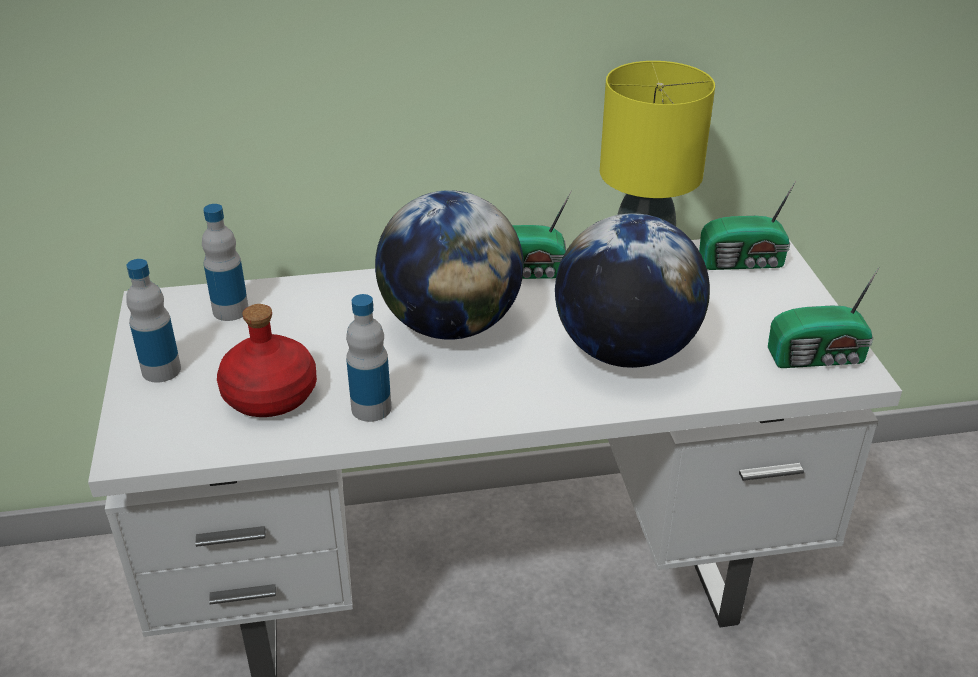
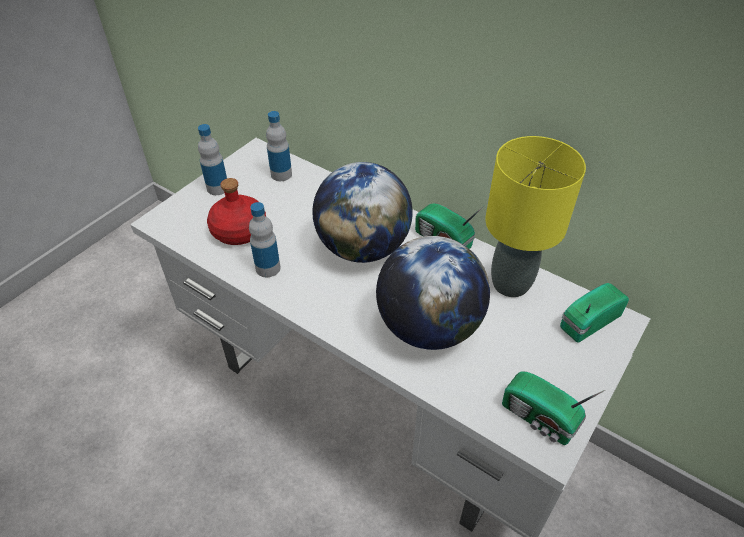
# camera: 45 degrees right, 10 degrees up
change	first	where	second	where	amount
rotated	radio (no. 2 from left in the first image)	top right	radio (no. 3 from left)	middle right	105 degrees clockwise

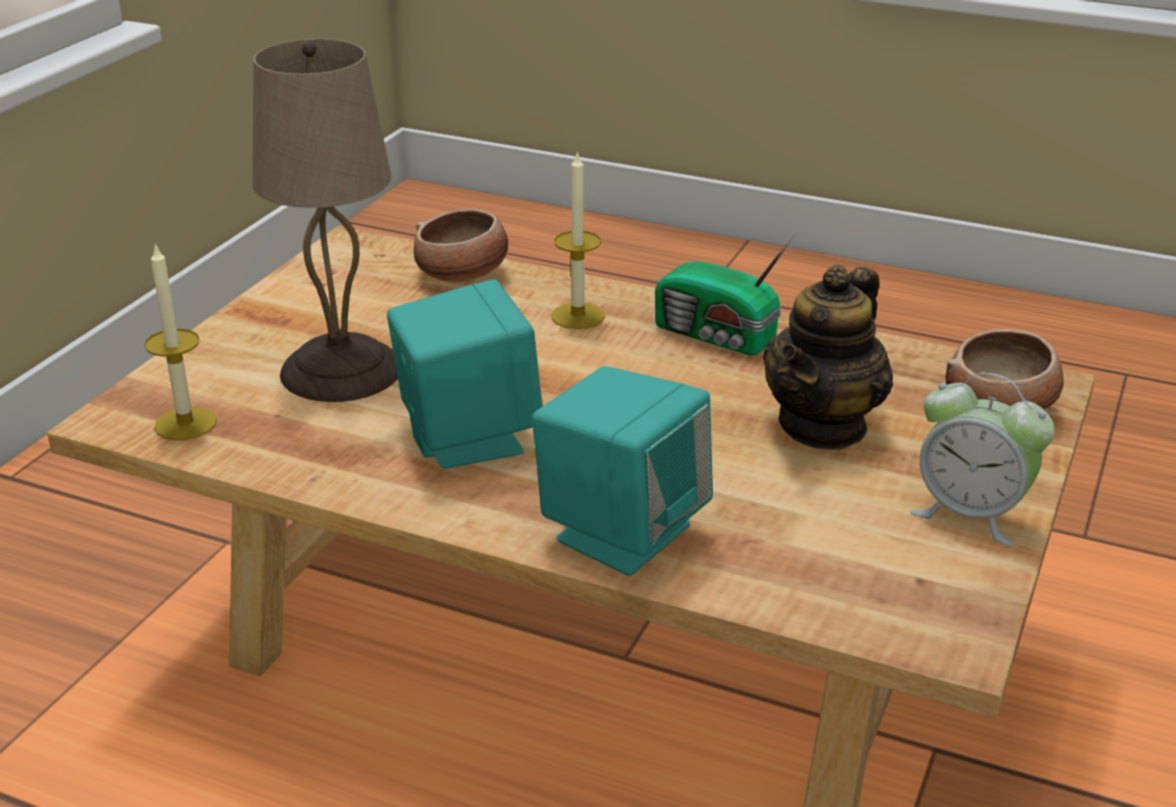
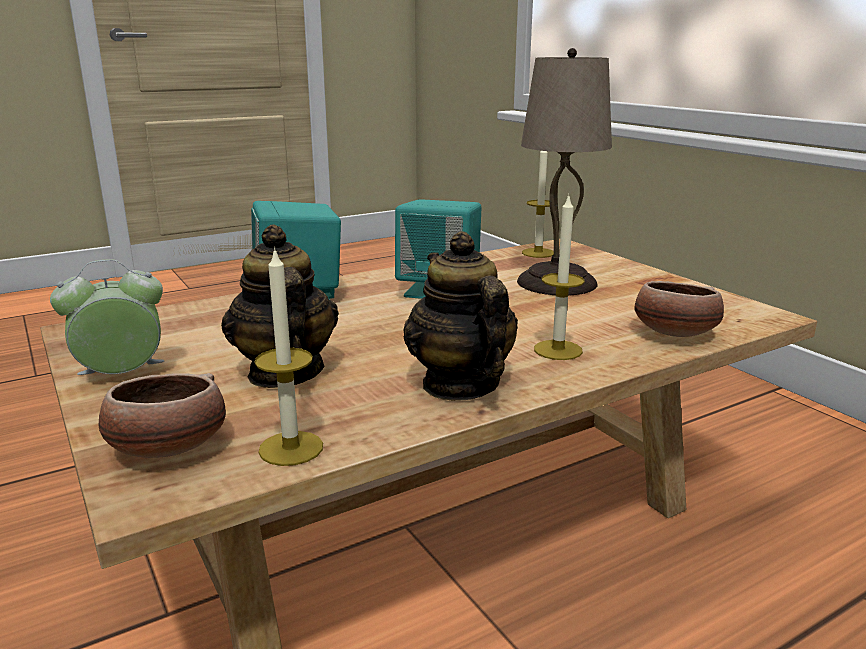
# camera: 125 degrees right, 10 degrees down
change	first	where	second	where	amount
swapped	radio	centre	teapot (no. 2 from left)	centre	
new			candle (no. 1 from left)	centre	

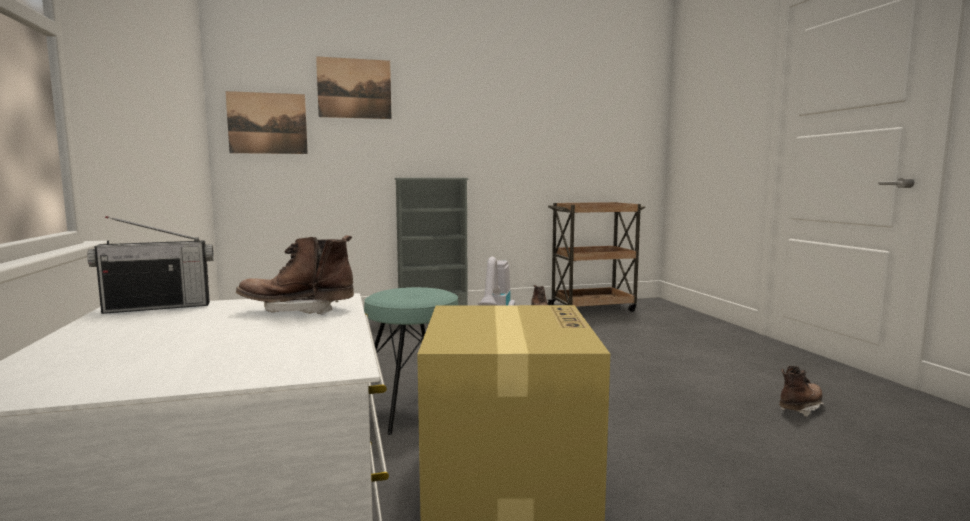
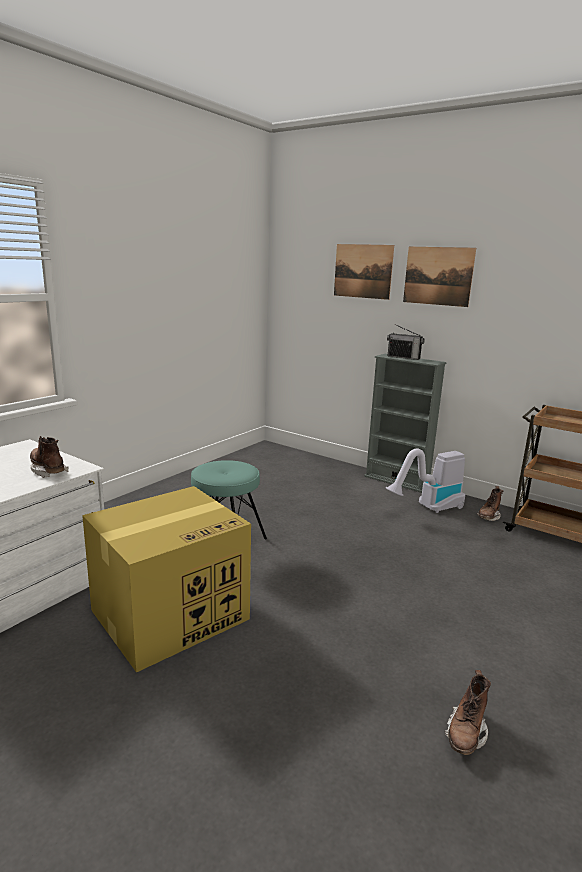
# camera: 50 degrees right, 10 degrees up
change	first	where	second	where	amount
shifted	radio	middle left		middle right	
shifted	picture (no. 1 from left in the first image)	top left	picture (no. 2 from left)	top right	
rotated	brown boot (no. 3 from left in the first image)	bottom right	brown boot (no. 2 from left)	bottom right	105 degrees clockwise

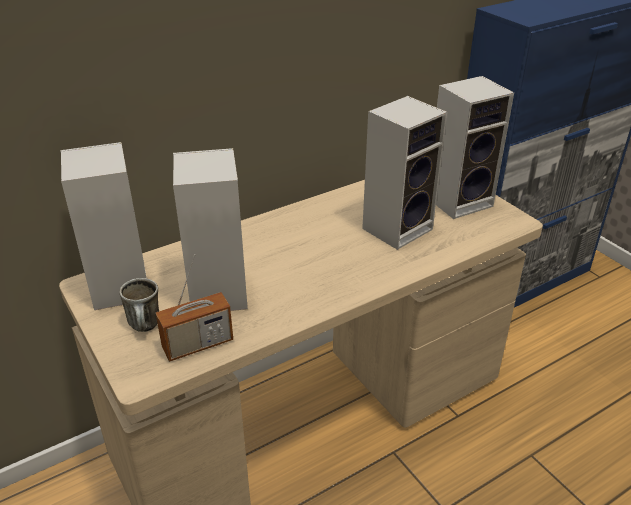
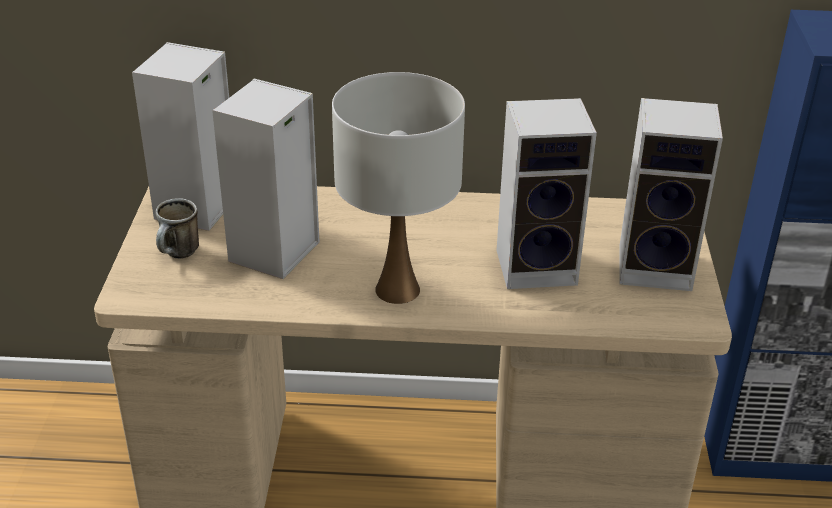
# camera: 35 degrees right, 0 degrees up
change	first	where	second	where	amount
gone	radio	middle left			
new			white table lamp	centre	

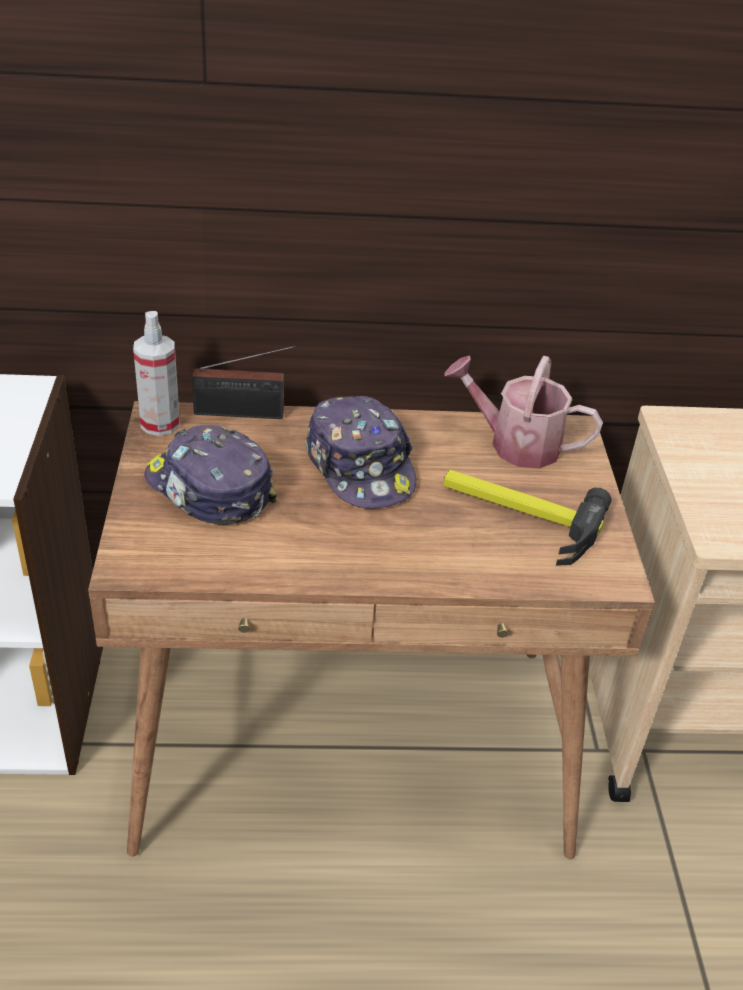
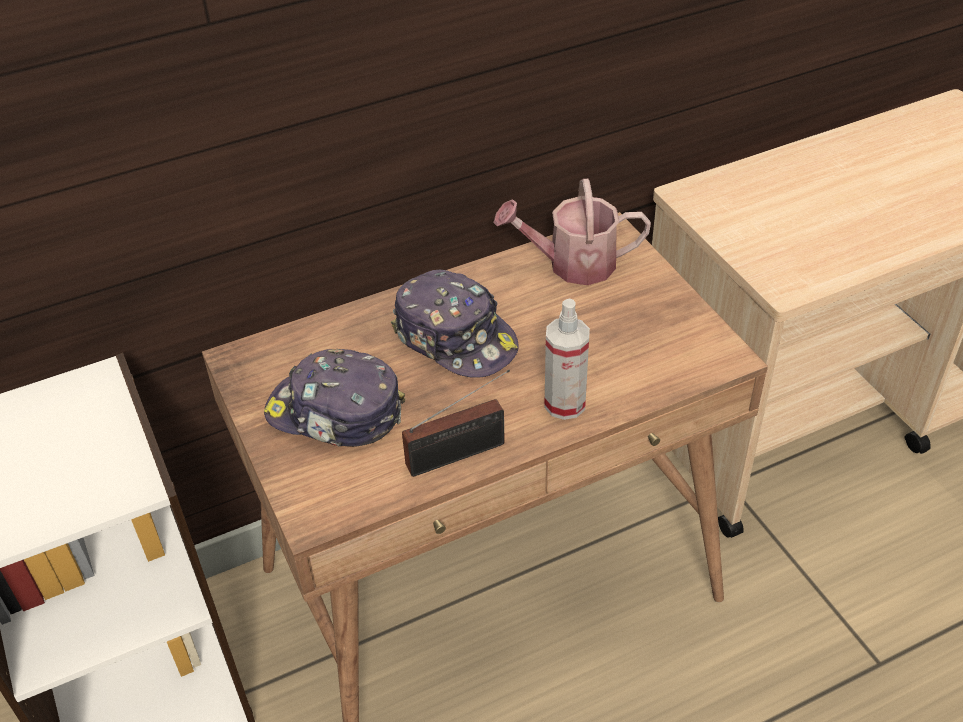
# camera: 20 degrees left, 5 degrees up
change	first	where	second	where	amount
shifted	spray bottle	middle left		centre	
shifted	radio	middle left		centre	
gone	hammer	middle right			

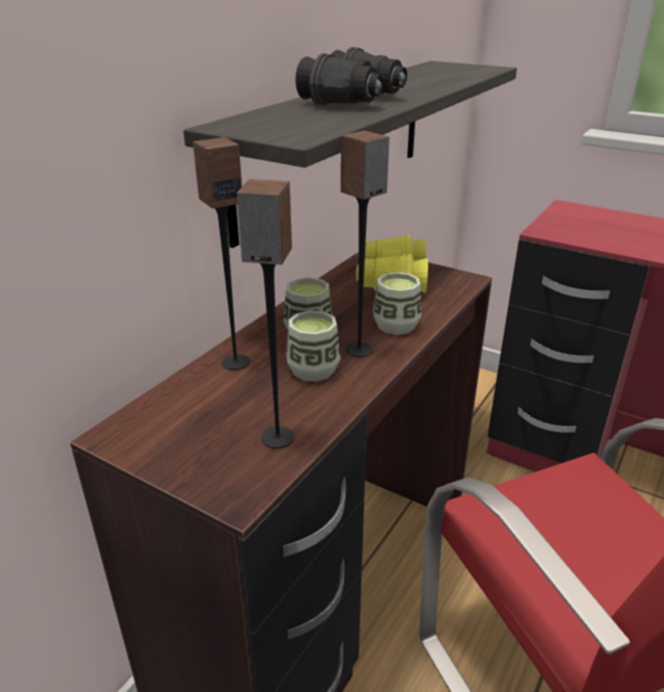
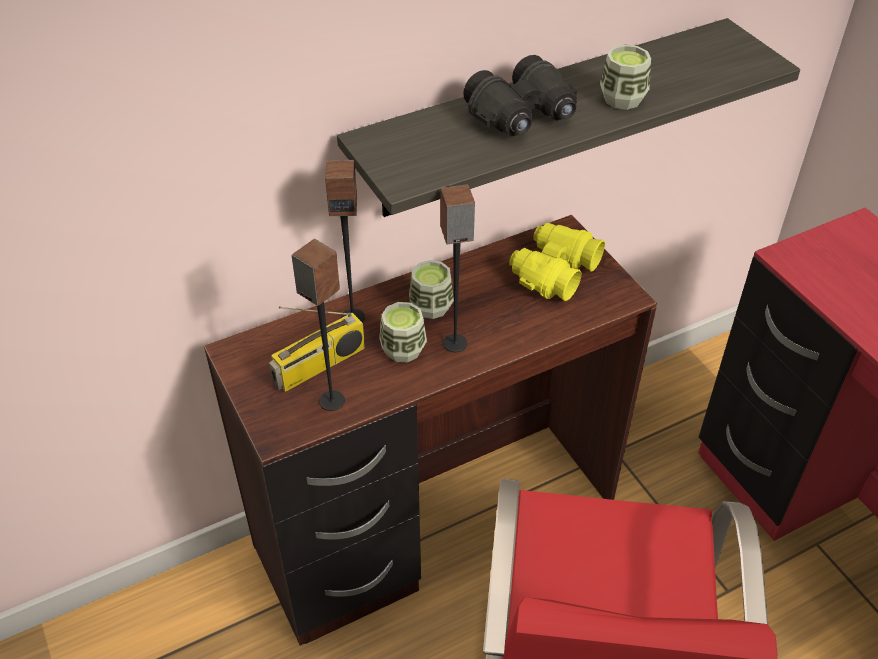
# camera: 30 degrees right, 15 degrees up
change	first	where	second	where	amount
shifted	cup (no. 3 from left)	centre		top right	
new			radio	centre	

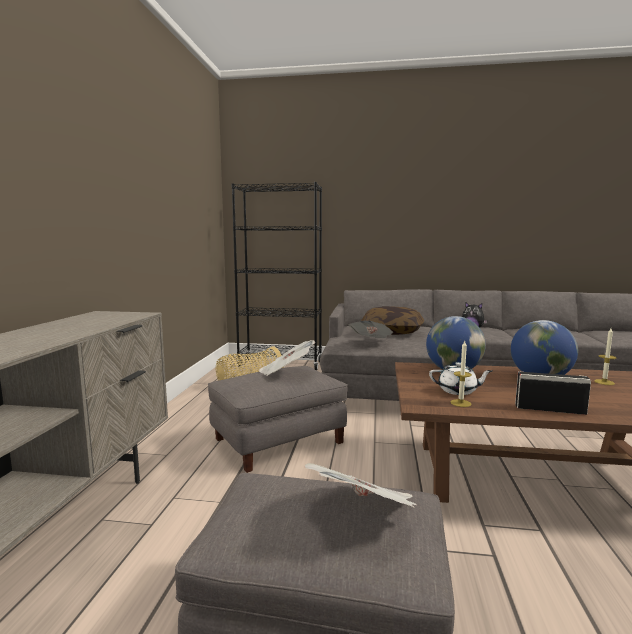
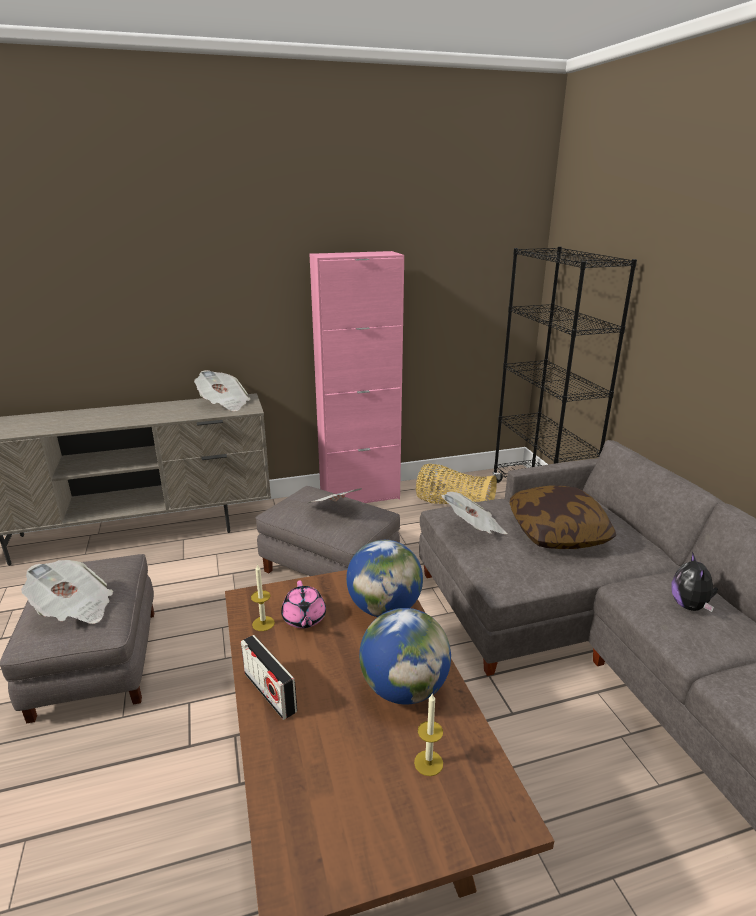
# camera: 65 degrees right, 15 degrees up
change	first	where	second	where	amount
repainted	white teapot	middle right	pink teapot	centre	
rotated	radio	middle right		bottom centre	150 degrees clockwise
new			newspaper (no. 2 from left)	middle left	
new			pink cabinet	centre	

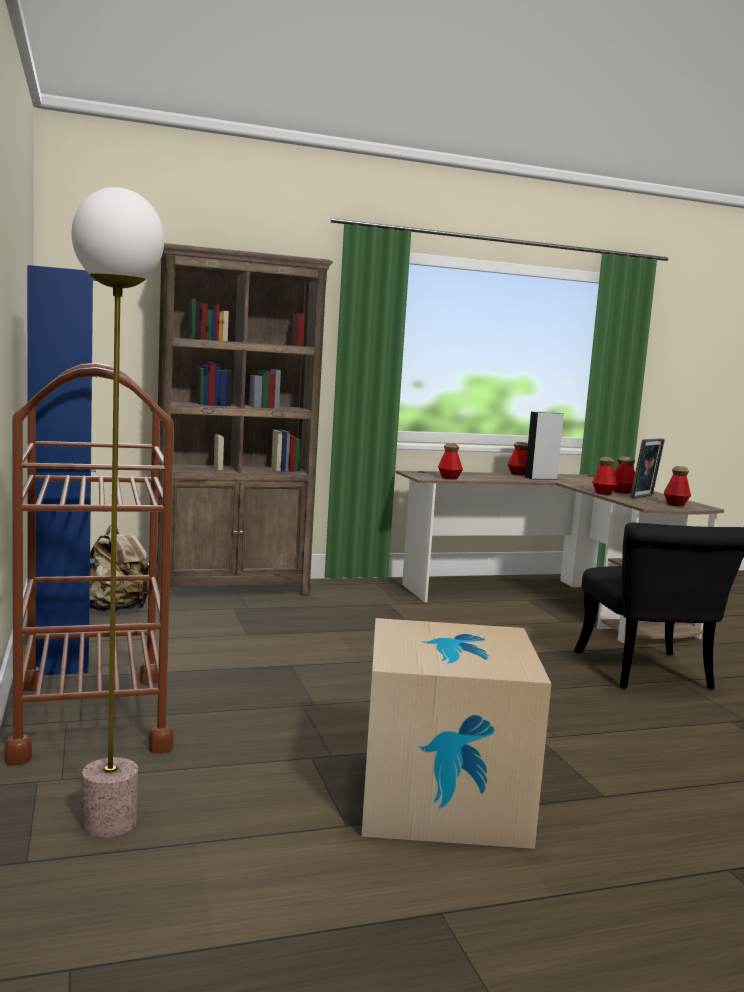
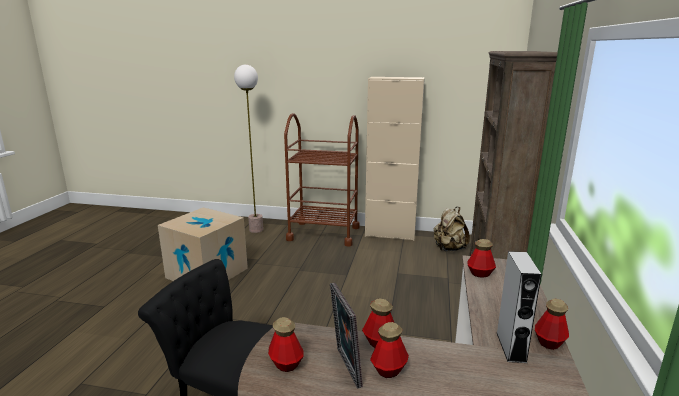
# camera: 120 degrees right, 10 degrees up
change	first	where	second	where	amount
repainted	blue cabinet	middle left	beige cabinet	centre	

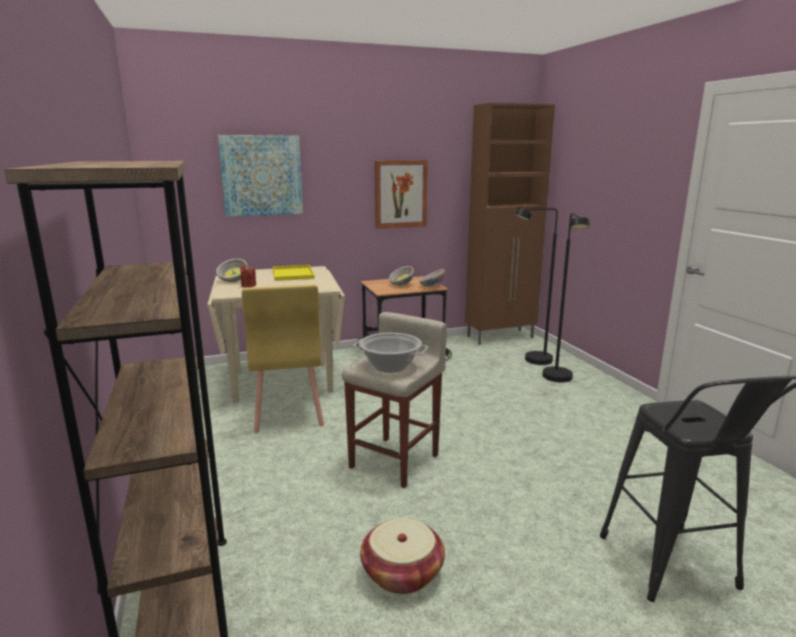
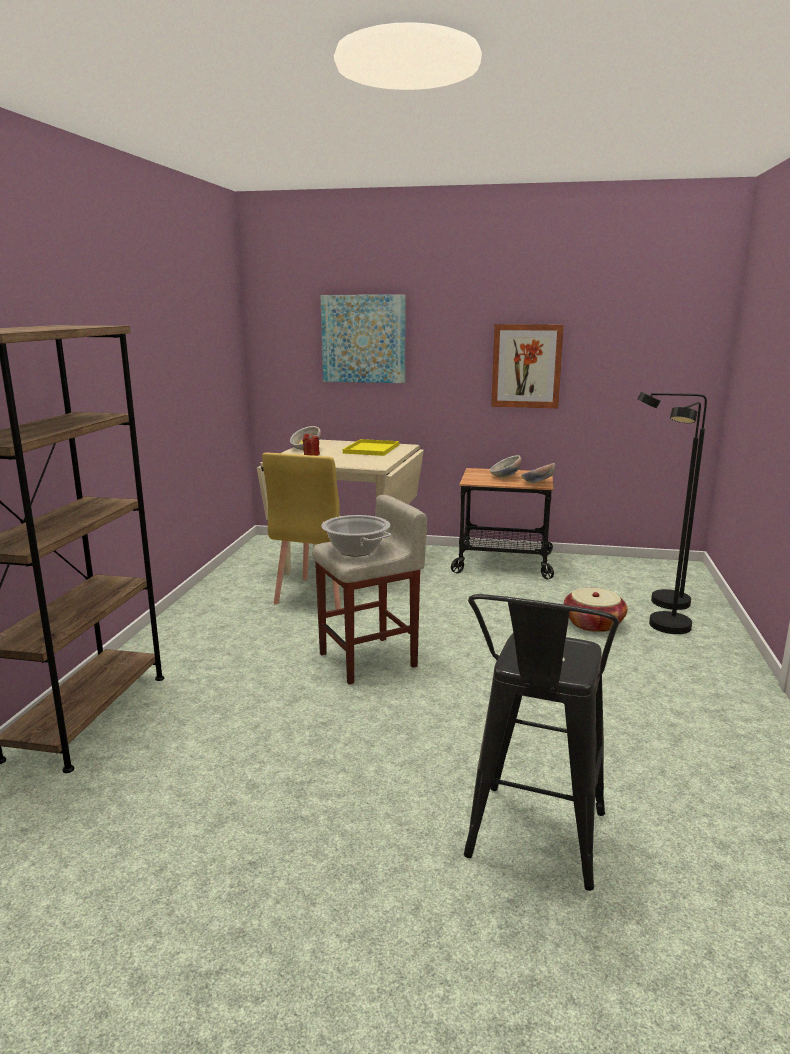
# camera: 30 degrees right, 0 degrees up
change	first	where	second	where	amount
shifted	basket	bottom centre		middle right	
gone	brown cabinet	centre			

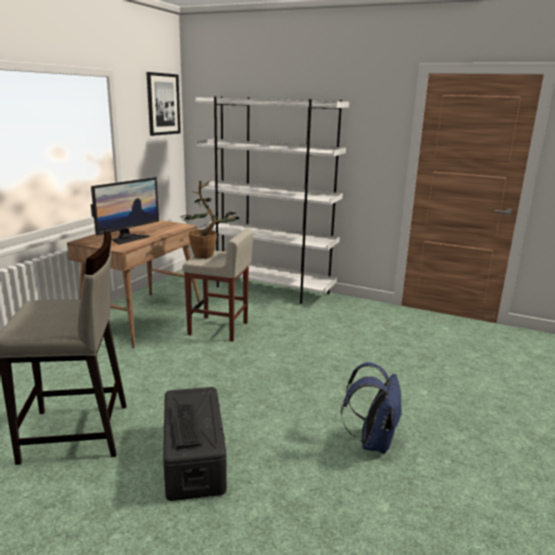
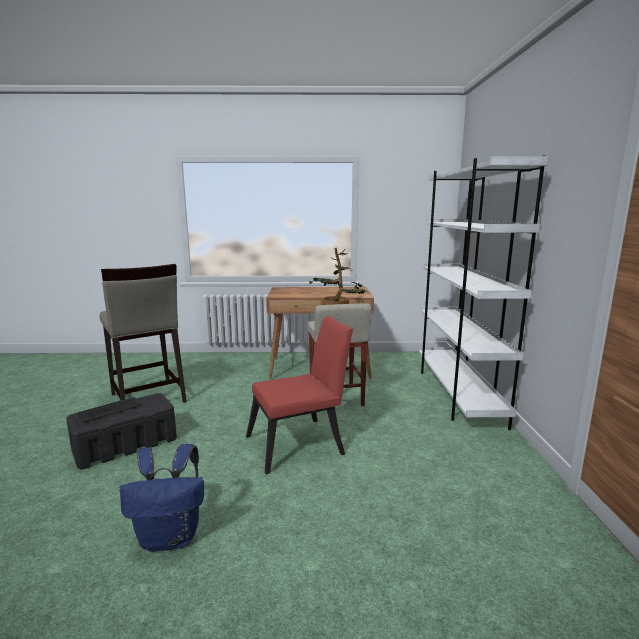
# camera: 65 degrees right, 5 degrees down
change	first	where	second	where	amount
gone	monitor	middle left			
gone	picture	top left			
new			red chair	centre	

